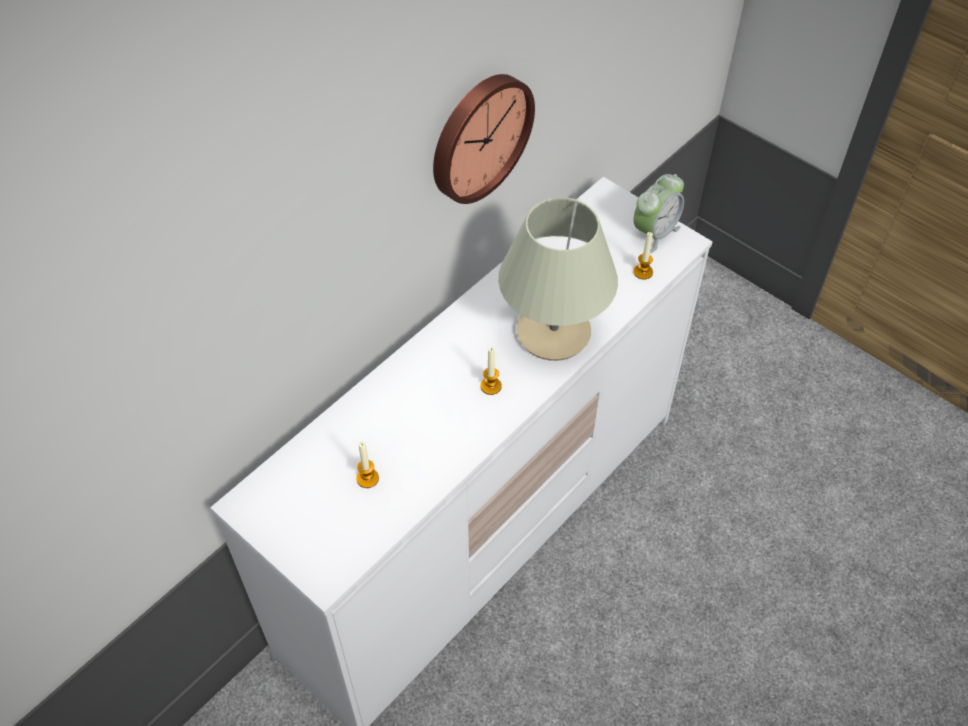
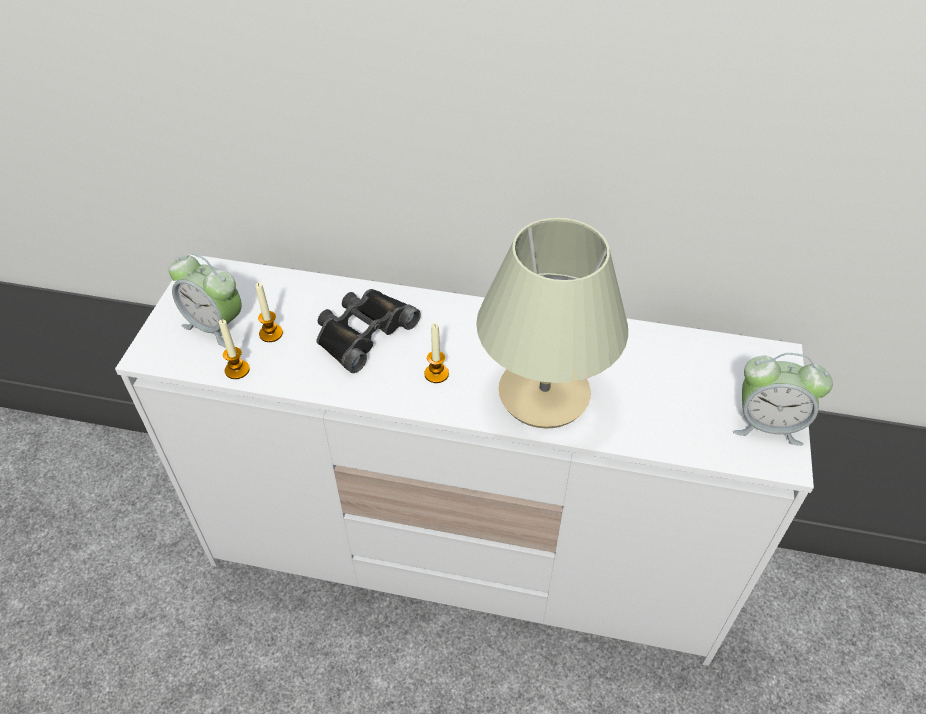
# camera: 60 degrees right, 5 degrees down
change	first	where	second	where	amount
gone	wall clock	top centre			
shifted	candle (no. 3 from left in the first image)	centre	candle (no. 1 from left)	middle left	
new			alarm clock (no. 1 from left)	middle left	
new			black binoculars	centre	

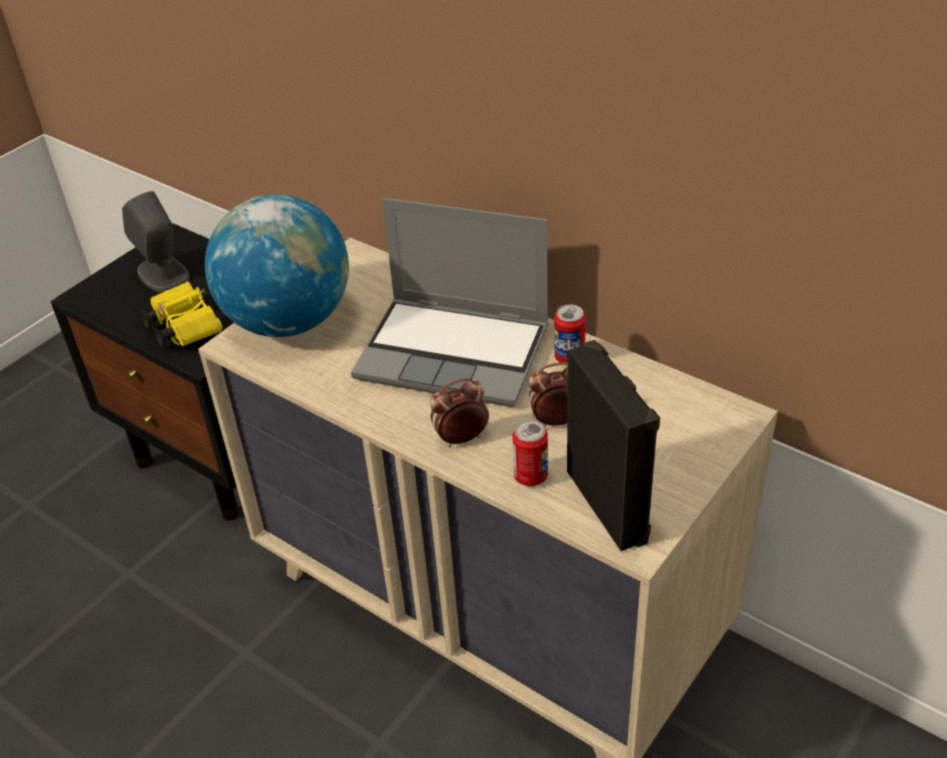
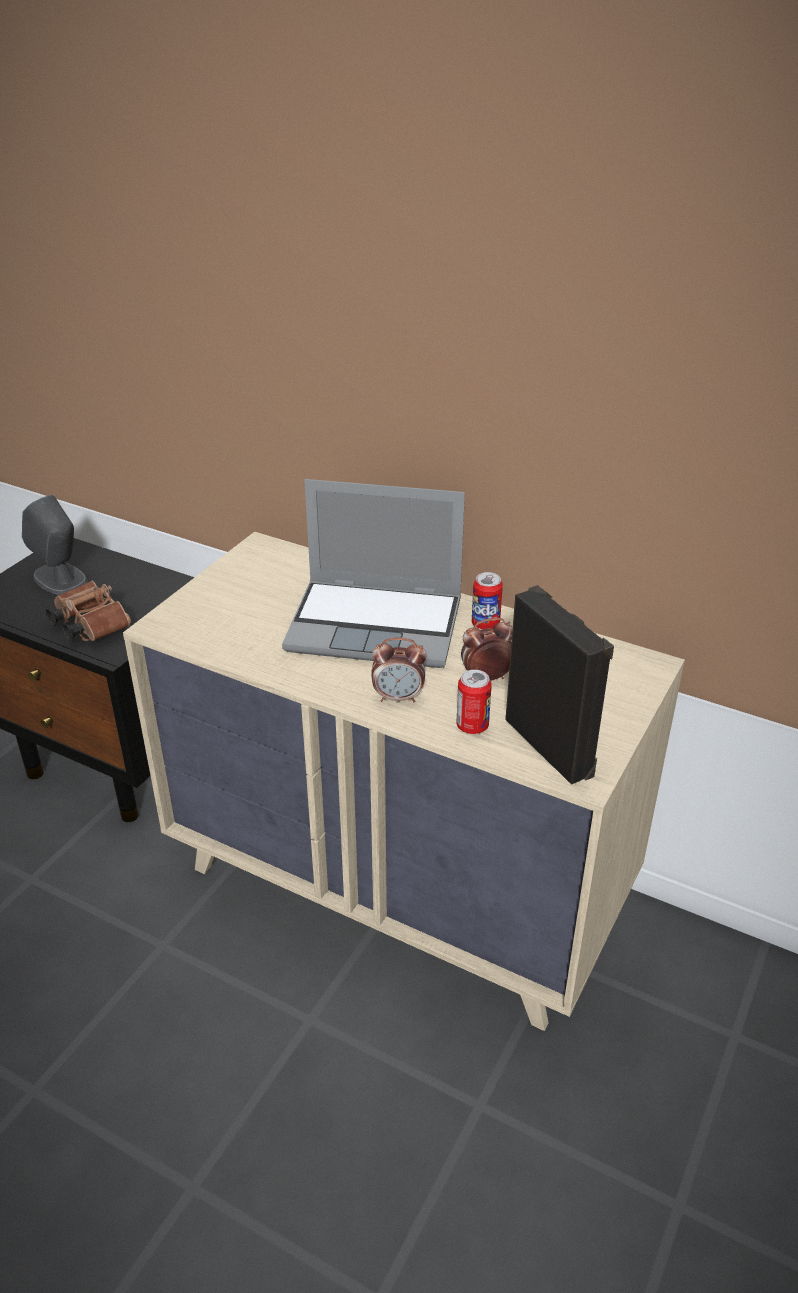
# camera: 10 degrees left, 5 degrees down
change	first	where	second	where	amount
repainted	yellow binoculars	middle left	brown binoculars	middle left	
gone	globe	middle left			
rotated	alarm clock (no. 1 from left)	centre		centre	150 degrees counterclockwise

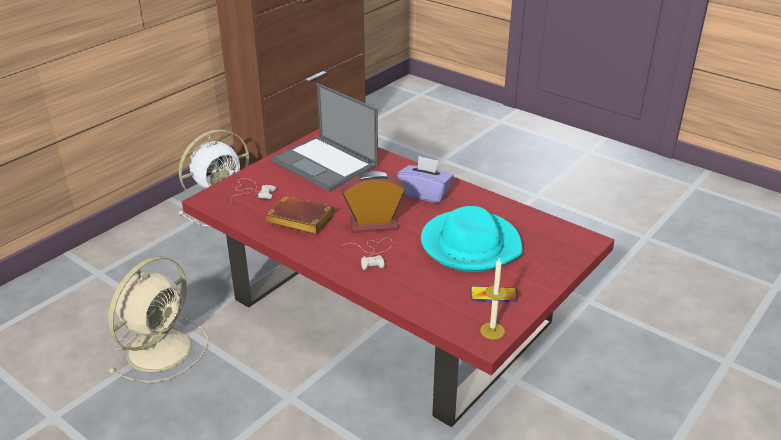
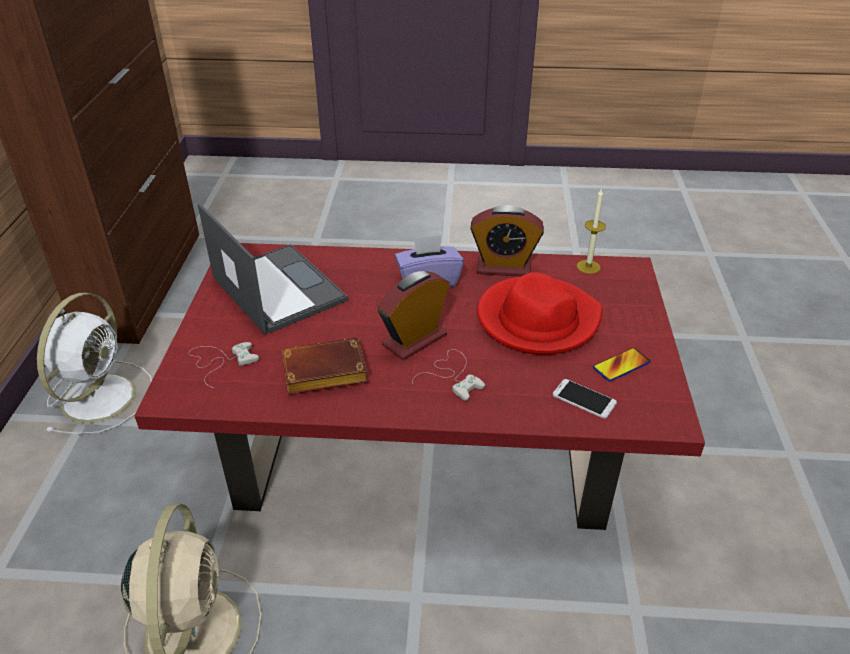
# camera: 35 degrees left, 5 degrees up
change	first	where	second	where	amount
rotated	laptop	top centre		middle left	135 degrees counterclockwise
repainted	turquoise hat	centre	red hat	centre	
shifted	candle	bottom centre		middle right	
new			alarm clock (no. 2 from left)	centre	
new			phone (no. 1 from left)	middle right	

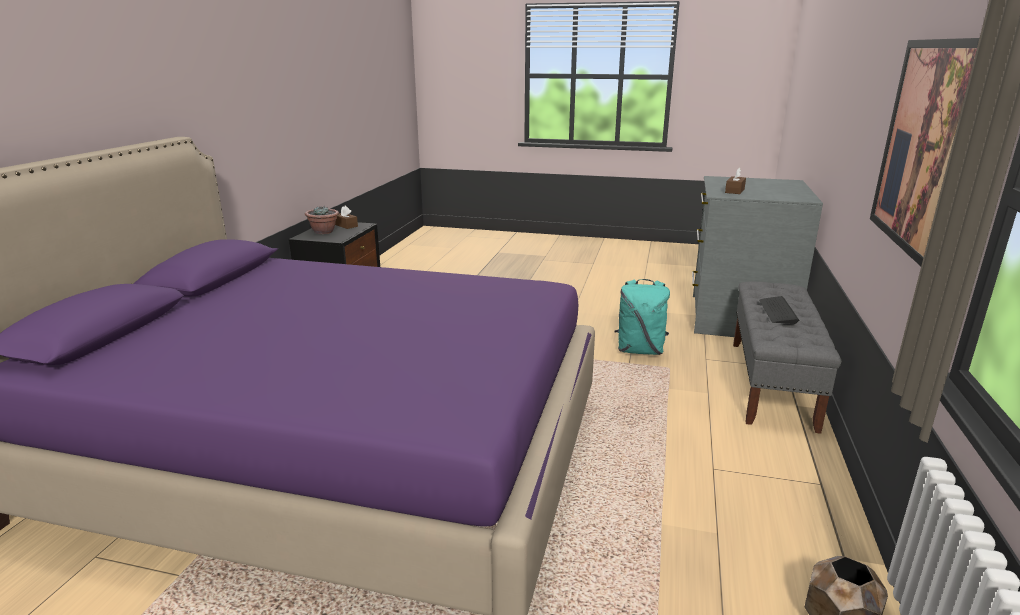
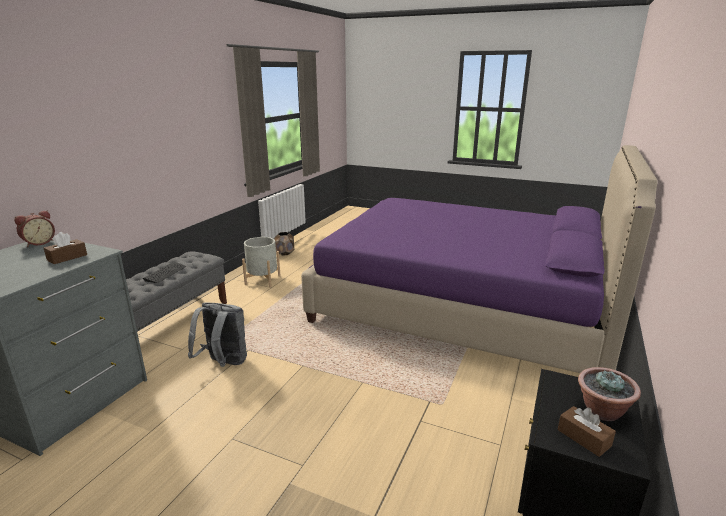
# camera: 170 degrees left, 0 degrees up
change	first	where	second	where	amount
repainted	turquoise backpack	centre	grey backpack	middle left	
gone	picture	top right			
new			alarm clock	middle left	
new			grey planter	centre	

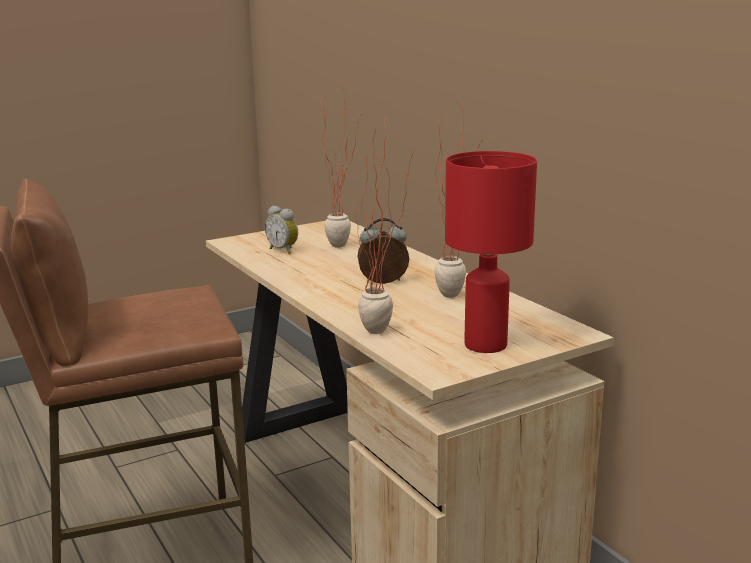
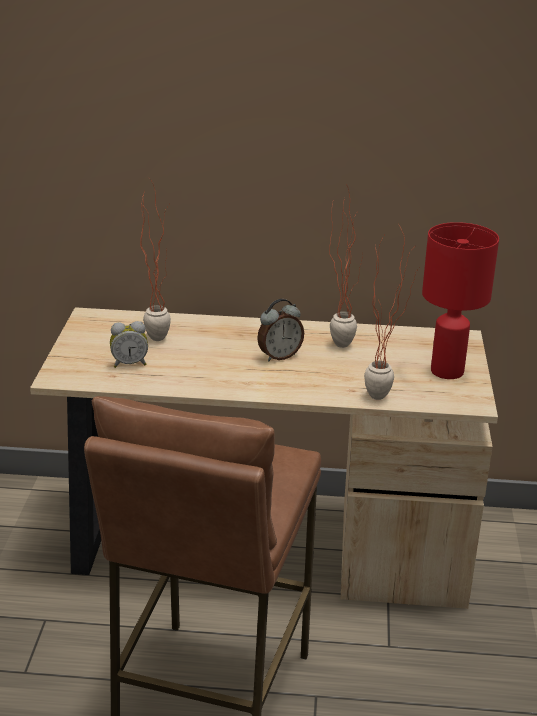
# camera: 55 degrees left, 10 degrees up
change	first	where	second	where	amount
rotated	alarm clock (no. 2 from left)	centre		centre	150 degrees counterclockwise

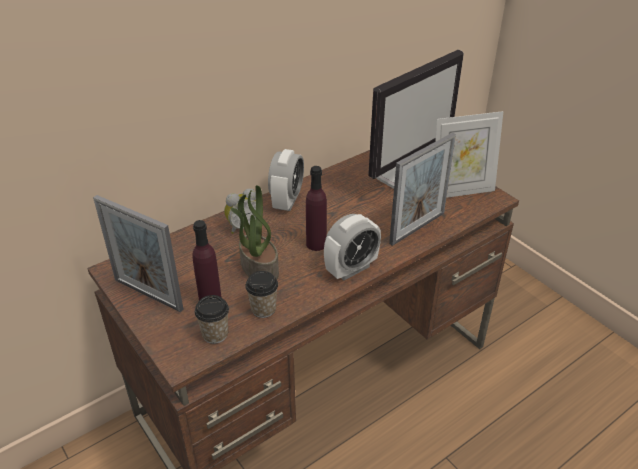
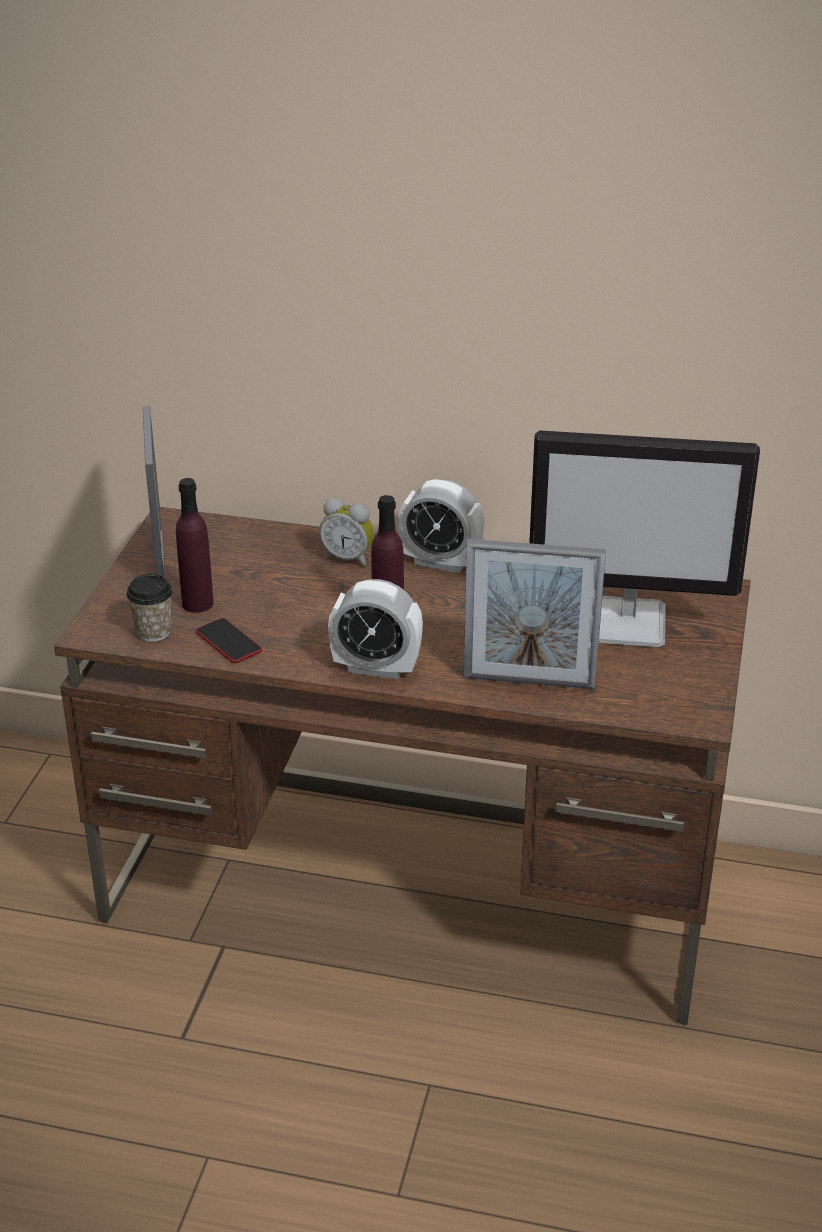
# camera: 50 degrees right, 5 degrees down
change	first	where	second	where	amount
gone	potted plant	centre			
swapped	cup (no. 2 from left)	centre	phone	middle left	
rotated	alarm clock (no. 2 from left in the first image)	centre	alarm clock (no. 3 from left)	centre	45 degrees clockwise
gone	picture frame (no. 3 from left)	top right			

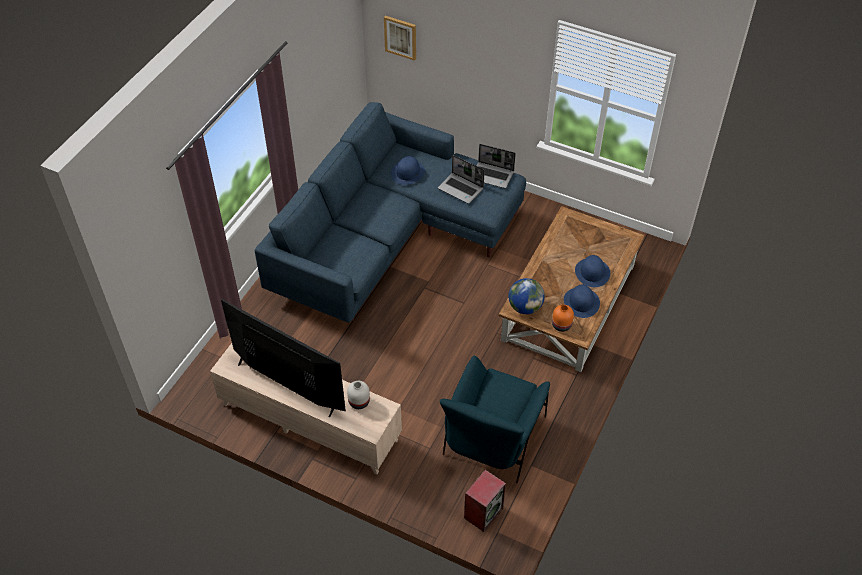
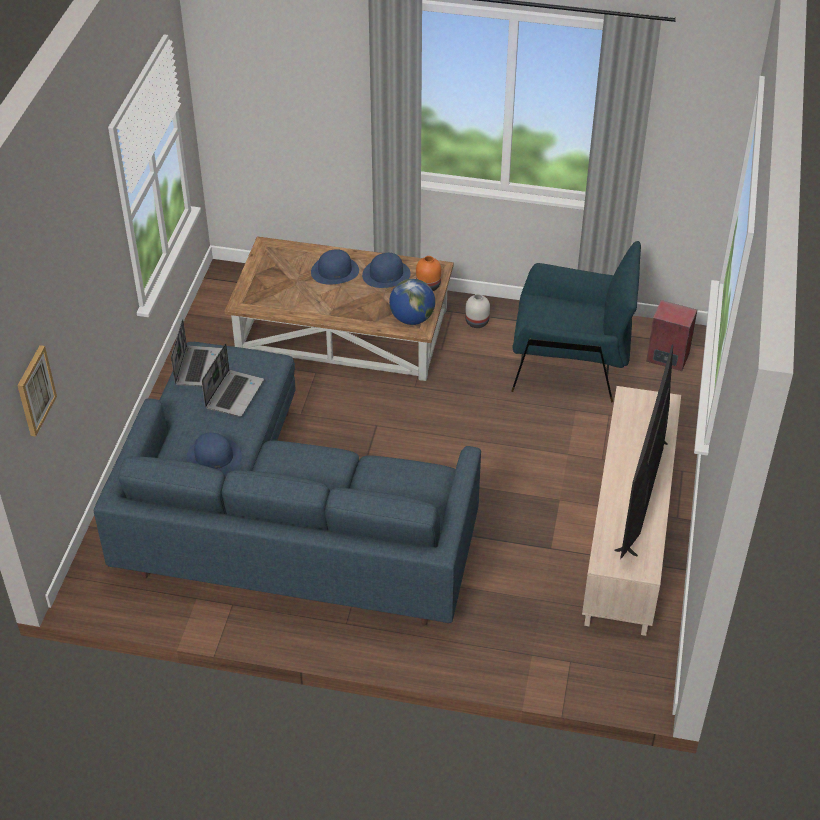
# camera: 105 degrees left, 5 degrees down
change	first	where	second	where	amount
shifted	white vase	bottom centre		centre	

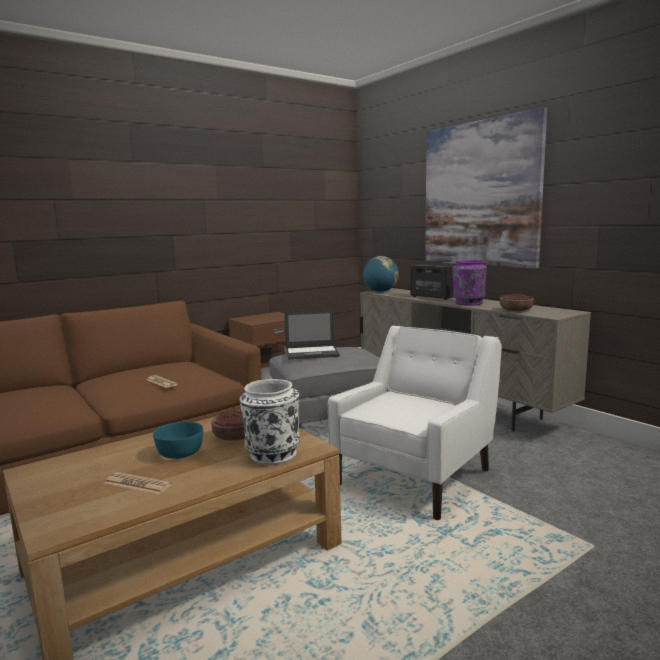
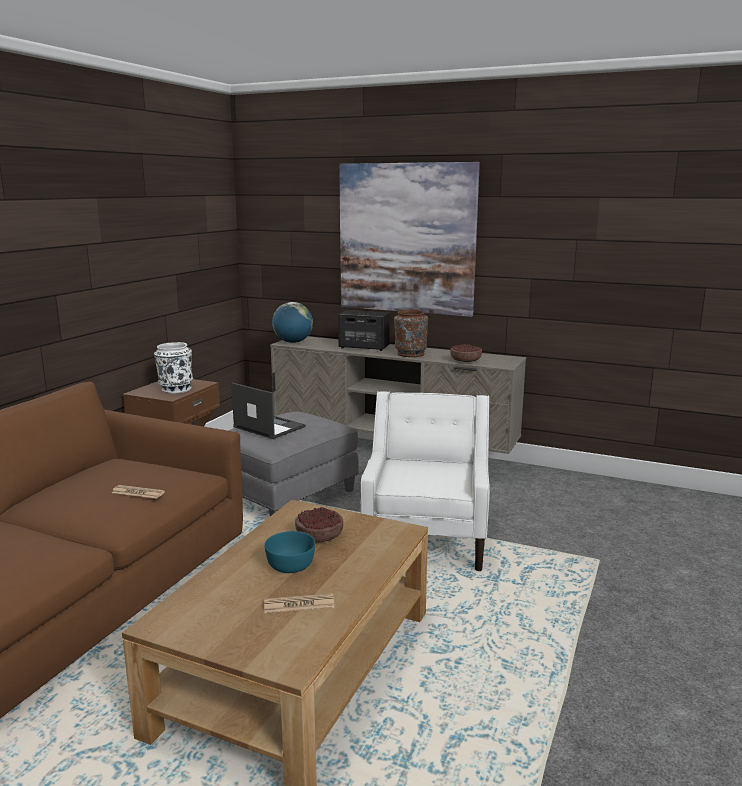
# camera: 30 degrees left, 5 degrees up
change	first	where	second	where	amount
shifted	white vase	centre		middle left	
rotated	laptop	centre		centre	105 degrees counterclockwise
repainted	purple vase	middle right	brown vase	centre	

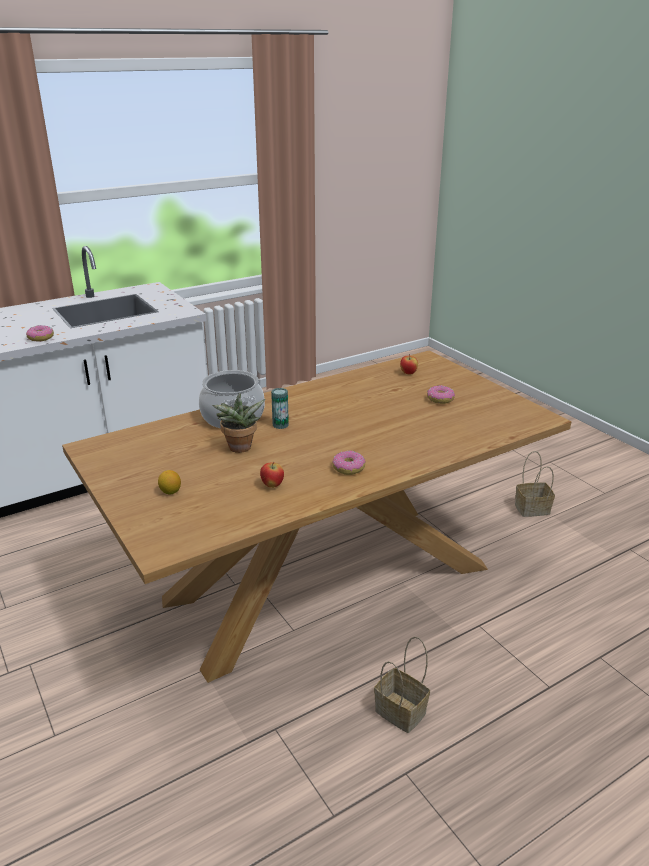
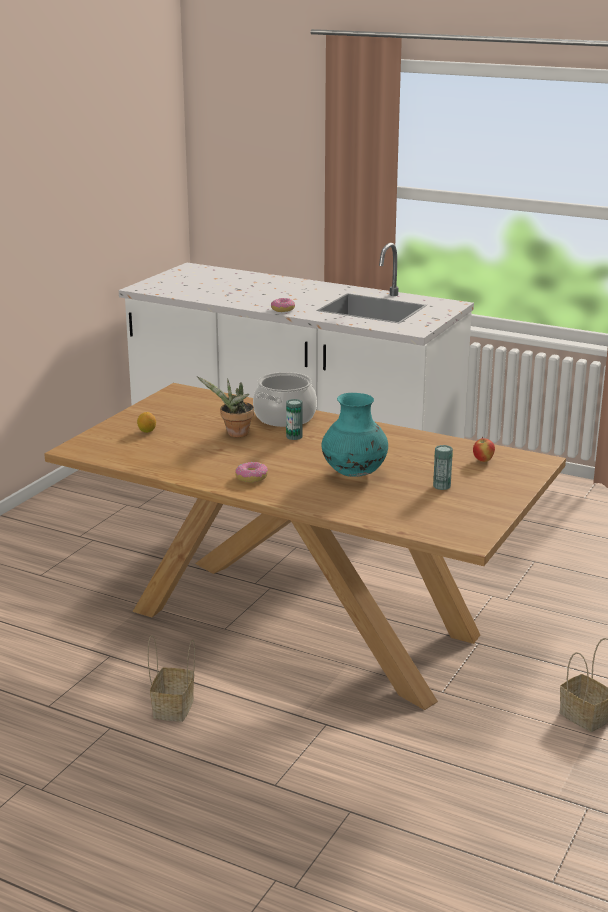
# camera: 60 degrees right, 5 degrees down
change	first	where	second	where	amount
gone	apple (no. 1 from left)	centre			
swapped	donut (no. 3 from left)	middle right	can (no. 2 from left)	middle right	
new			turquoise vase	centre	

